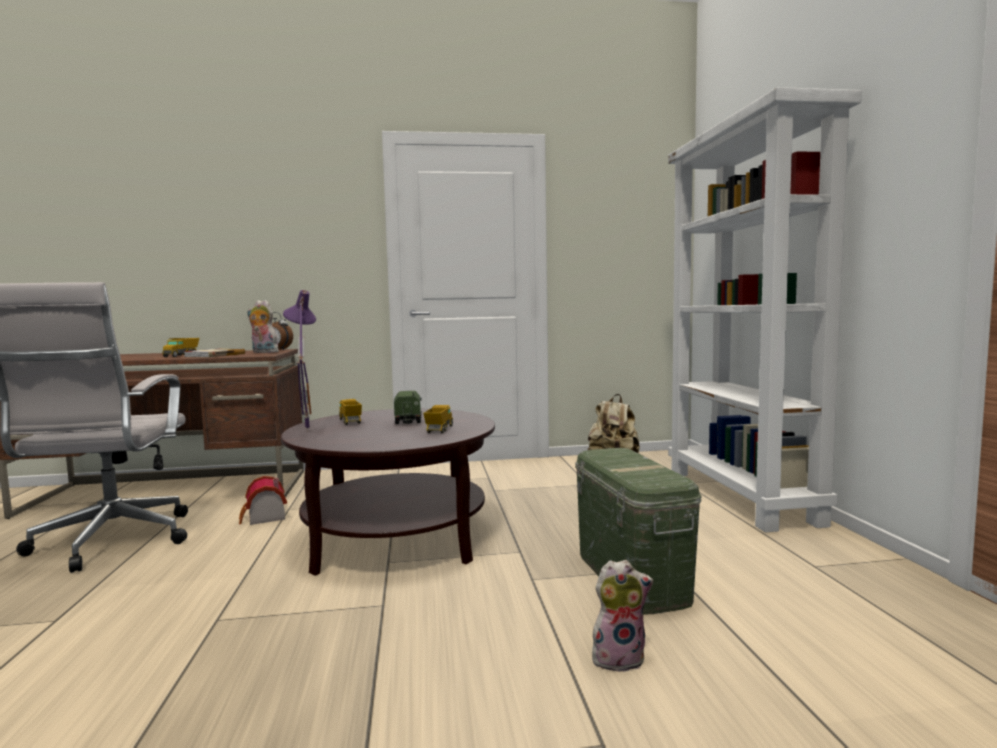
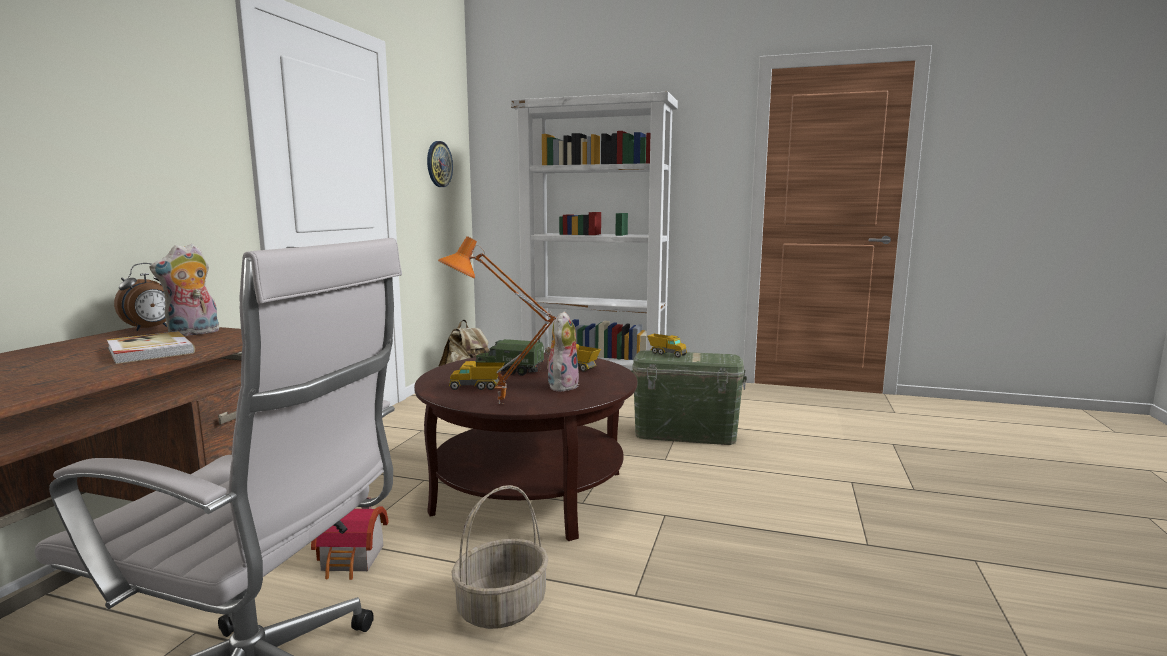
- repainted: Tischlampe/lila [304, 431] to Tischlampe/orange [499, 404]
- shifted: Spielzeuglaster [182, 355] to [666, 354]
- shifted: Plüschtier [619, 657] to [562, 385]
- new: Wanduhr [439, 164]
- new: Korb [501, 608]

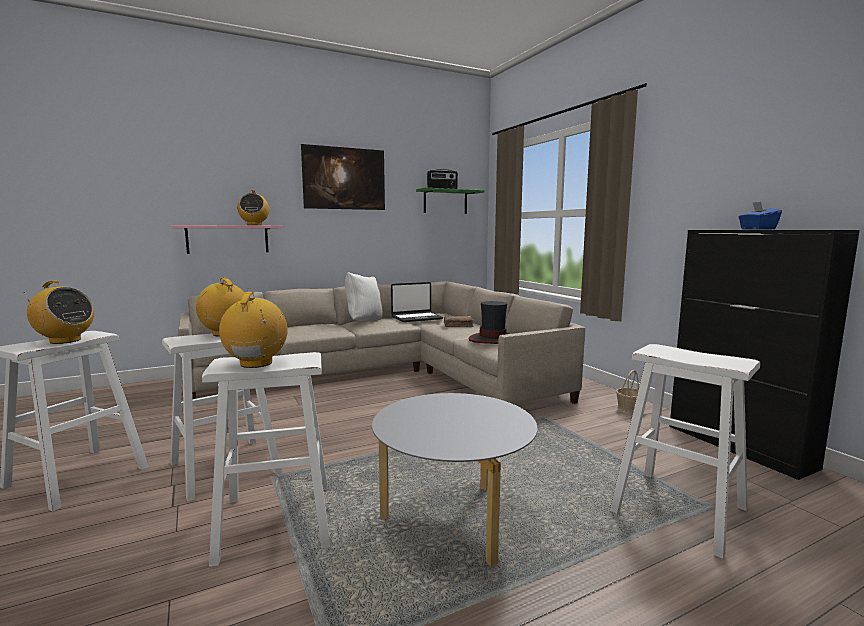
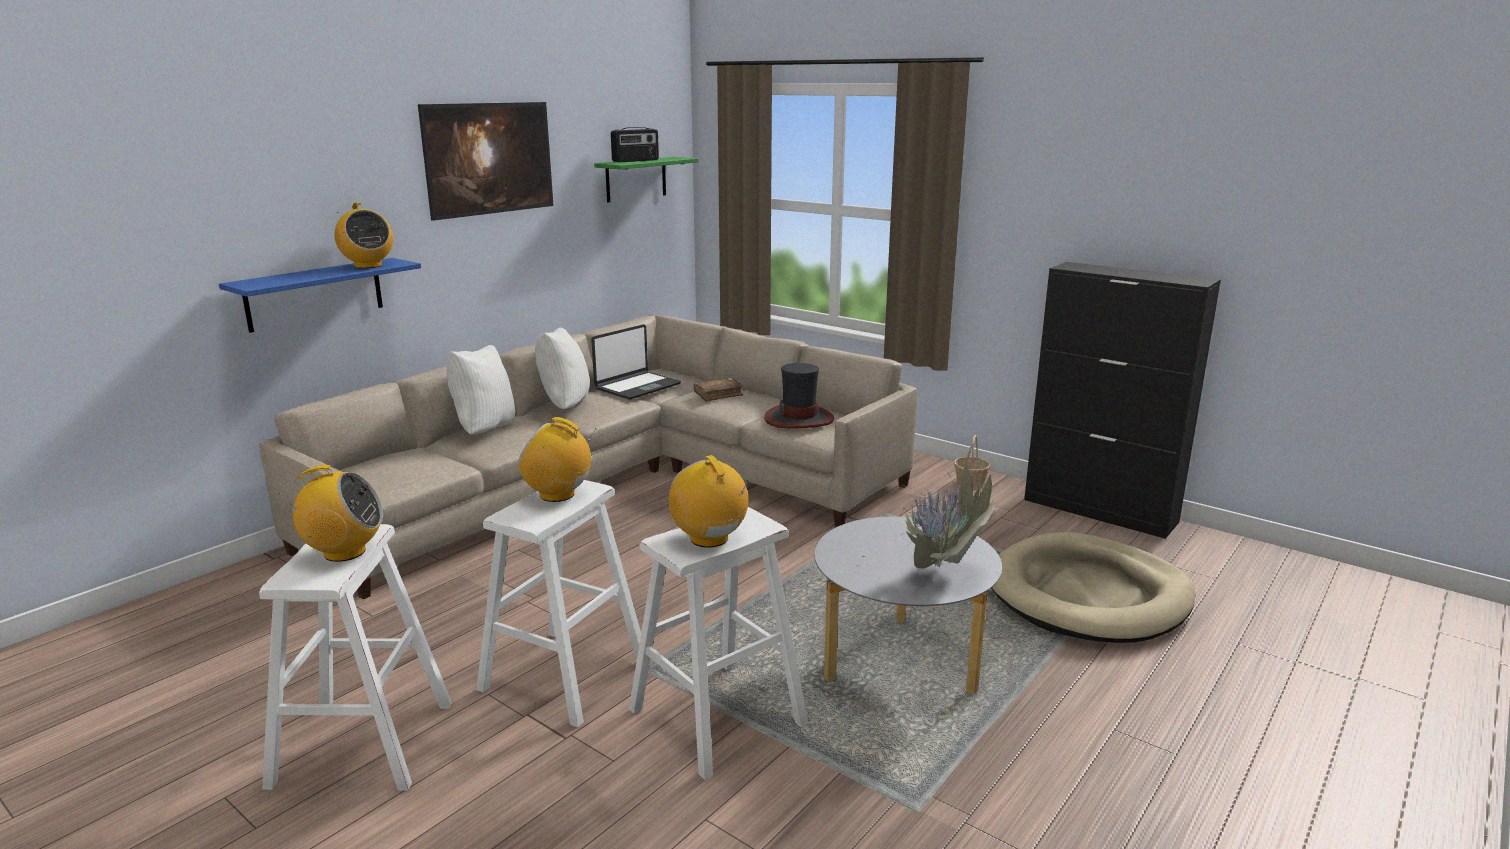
- gone: Taschentuchbox/blau [757, 229]
- repainted: Wandregal/rosa [228, 239] to Wandregal/blau [315, 294]
- swapped: Hocker/weiß [679, 510] to Hundebett/beige [1088, 595]
- new: Kissen/weiß [484, 429]
- new: Topfpflanze [940, 574]

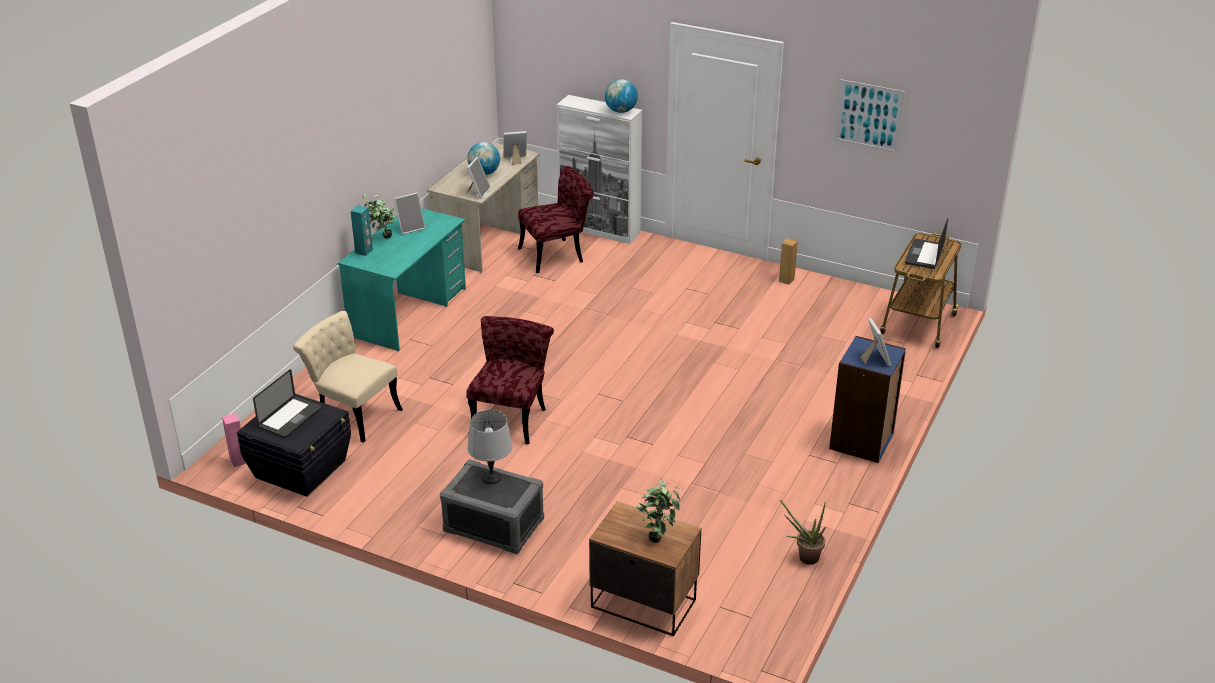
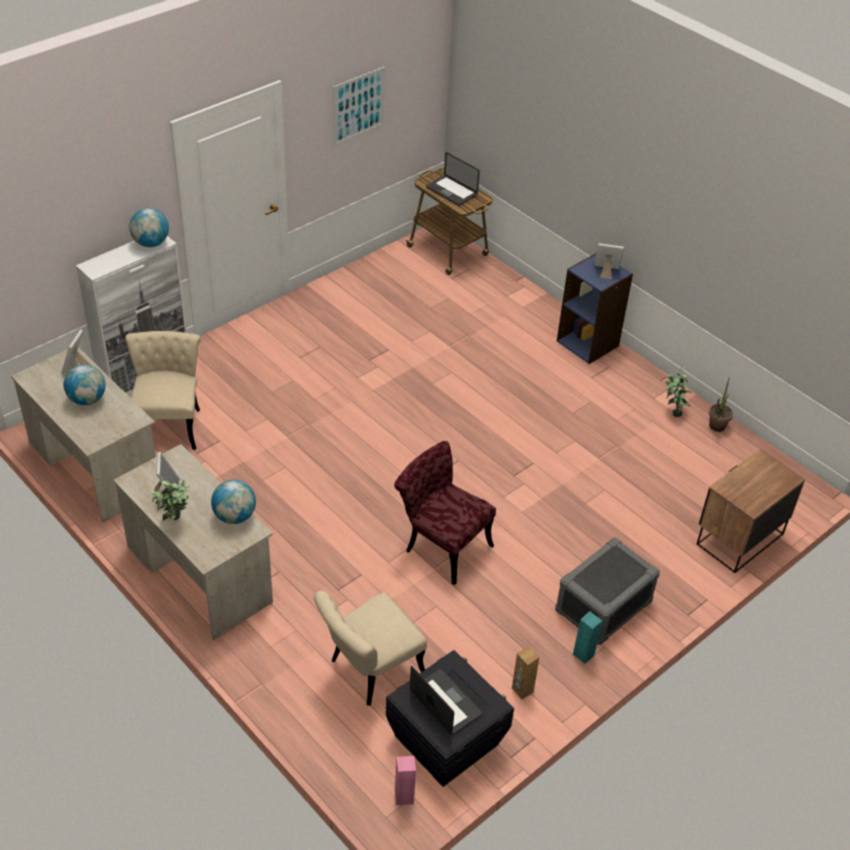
- gone: Bilderrahmen [478, 192]
- repainted: Stuhl/rot [557, 254] to Stuhl/beige [169, 423]
- shifted: Lautsprecher/türkis [364, 251] to [583, 654]
- repainted: Schreibtisch/türkis [408, 312] to Schreibtisch/beige [199, 574]
- shifted: Lautsprecher/braun [786, 280] to [522, 690]
- gone: Tischlampe/grau [491, 477]
- shifted: Topfpflanze [658, 535] to [672, 411]
- new: Globus [235, 516]

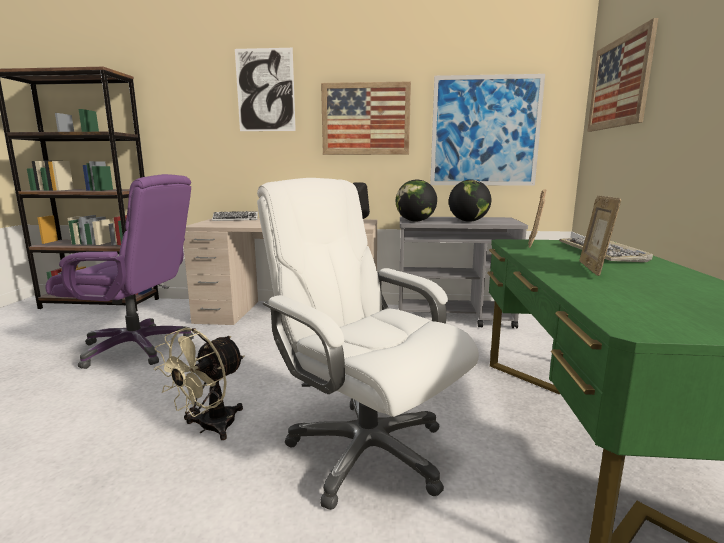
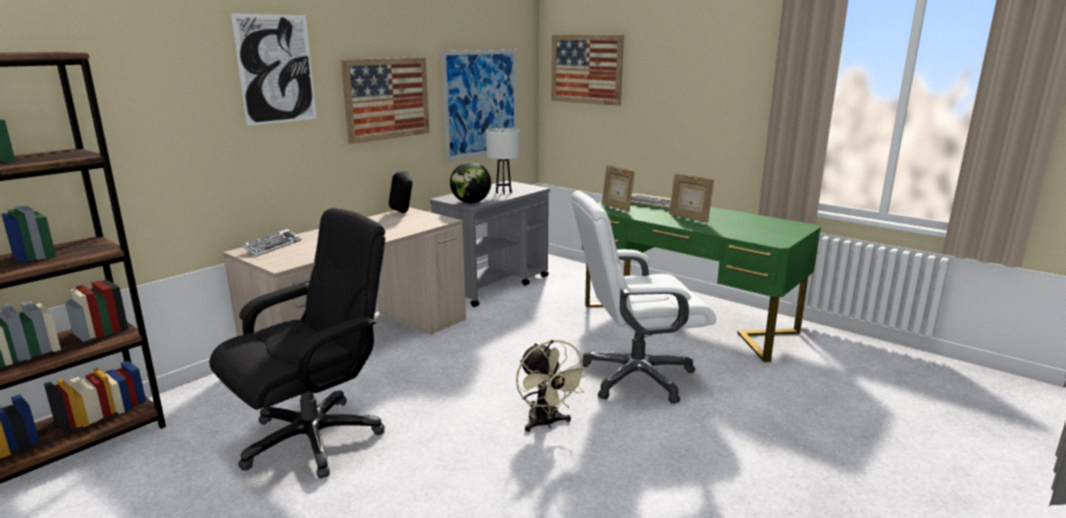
- repainted: Bürostuhl/lila [137, 347] to Bürostuhl/schwarz [314, 438]
- swapped: Globus [468, 221] to Tischlampe/weiß [503, 193]

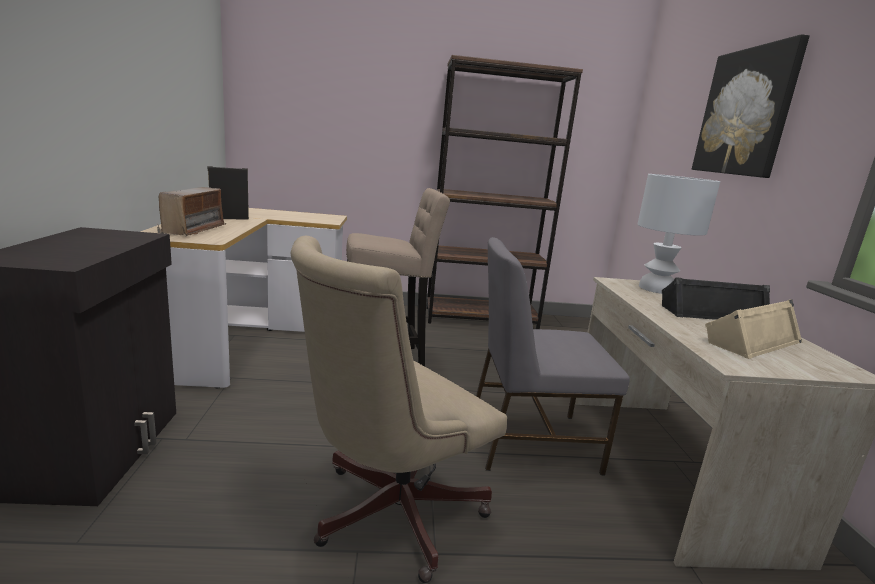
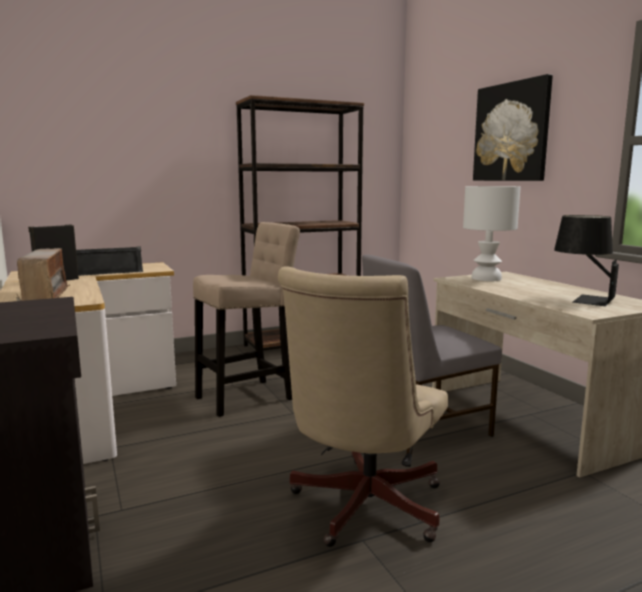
- shifted: Lautsprecher/schwarz [712, 313] to [107, 271]
- swapped: Lautsprecher/beige [750, 340] to Tischlampe/schwarz [581, 299]

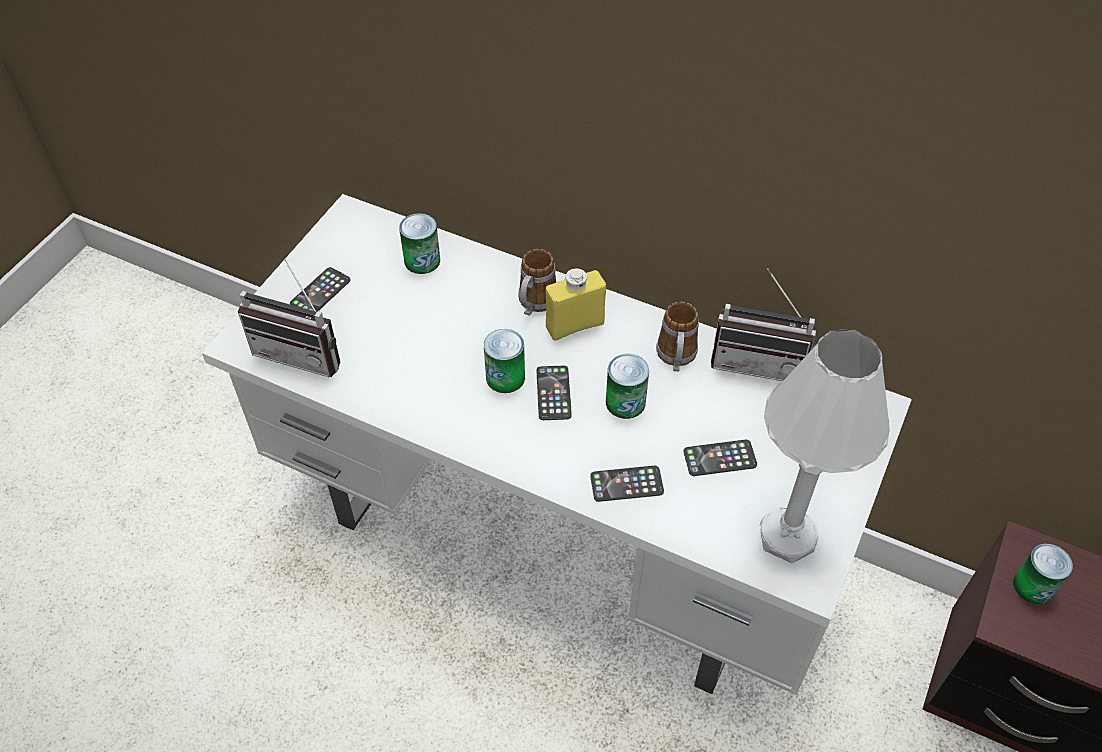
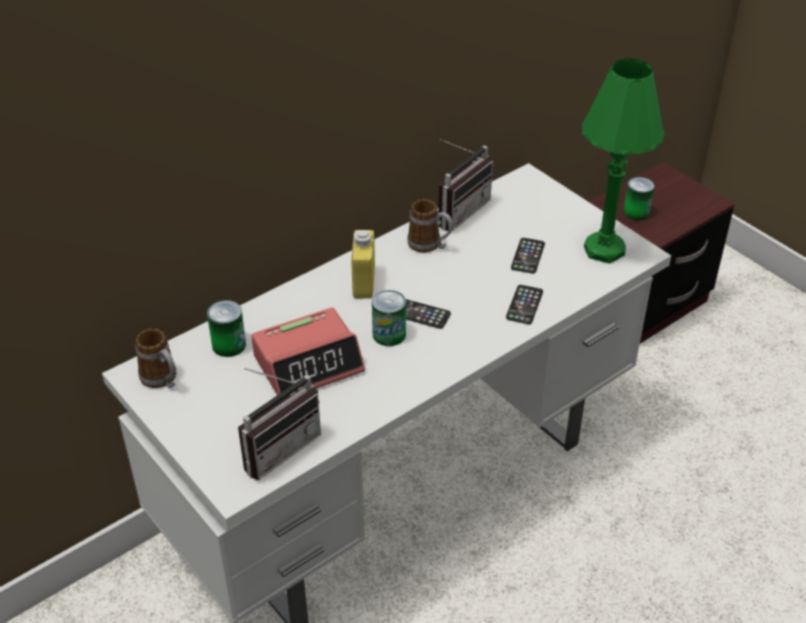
- shifted: Henkelbecher [534, 304] to [162, 380]
- gone: Handy [320, 292]
- repainted: Tischlampe/weiß [787, 536] to Tischlampe/grün [604, 250]
- gone: Dose [625, 402]
- new: Wecker [309, 363]

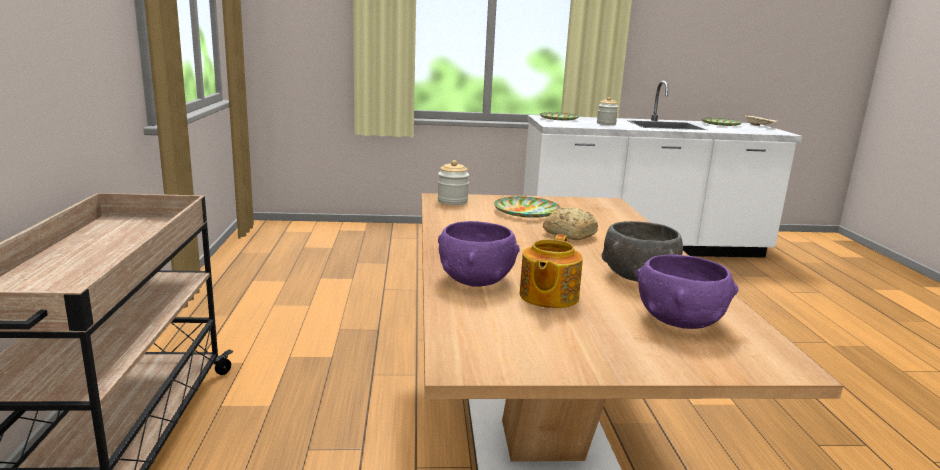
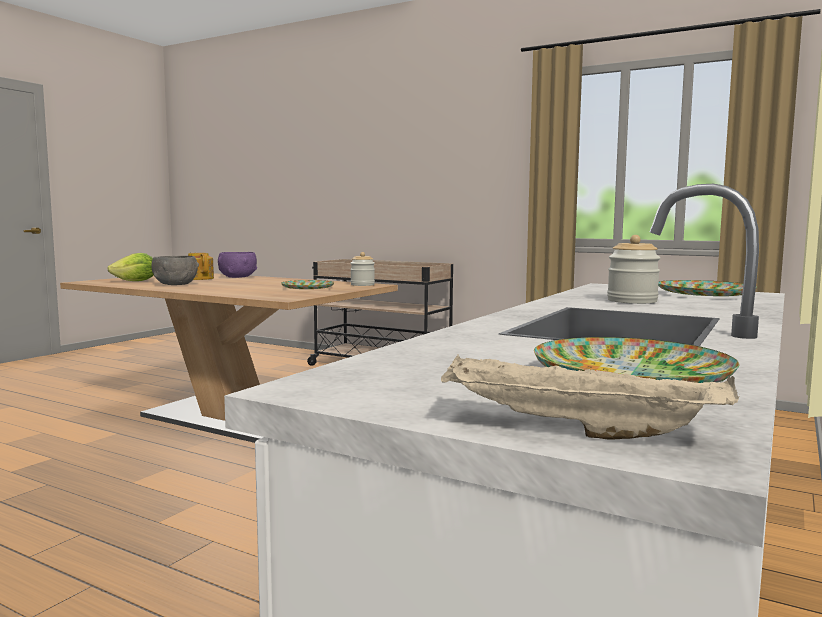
- gone: Brot [569, 234]
- swapped: Schüssel/lila [679, 320] to Salatkopf [136, 281]

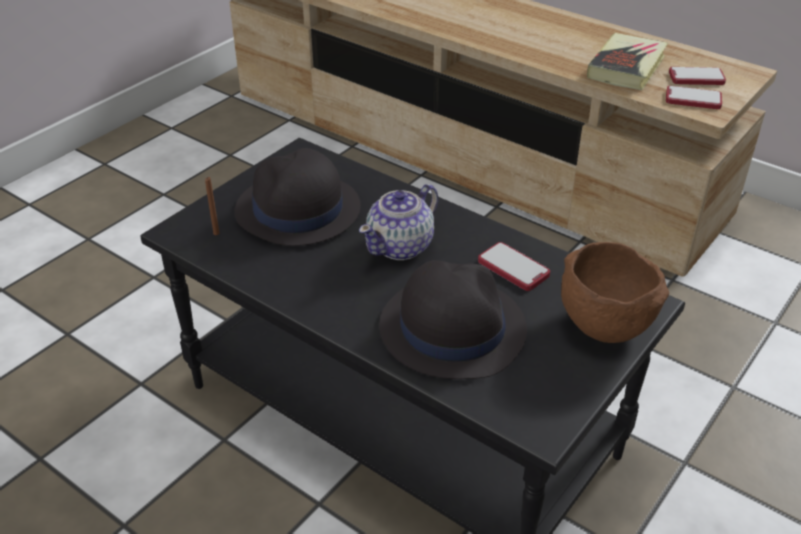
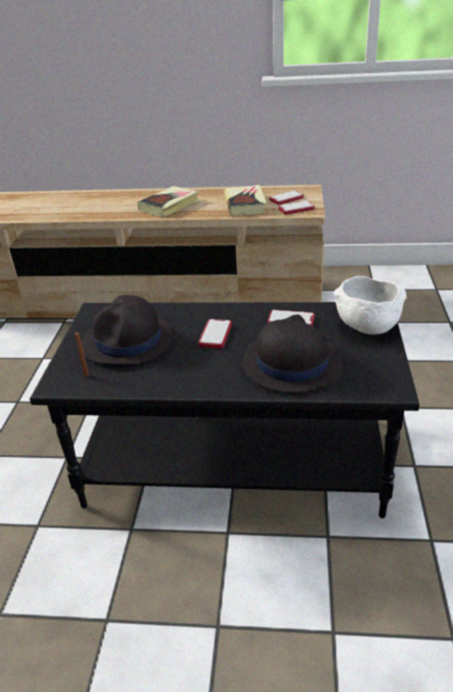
- swapped: Teekanne [401, 246] to Handy [215, 335]
- repainted: Schüssel/braun [602, 324] to Schüssel/weiß [366, 328]
- new: Buch [169, 205]

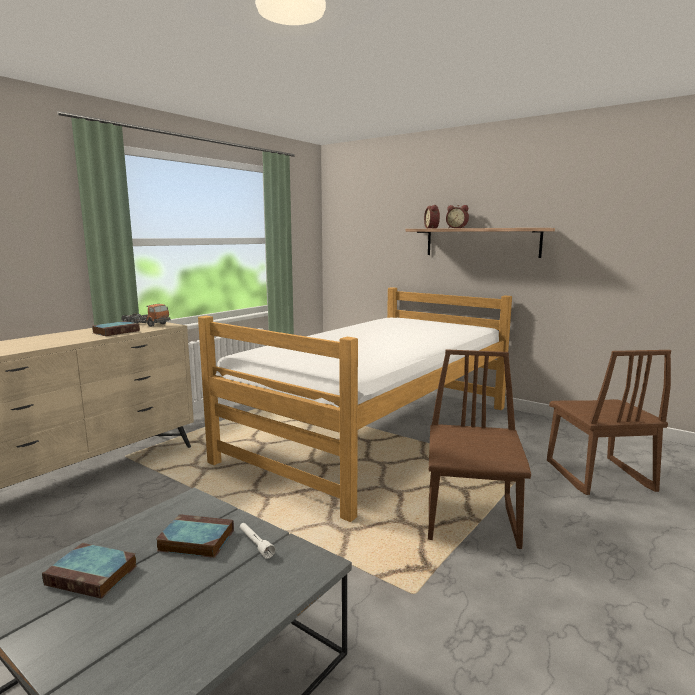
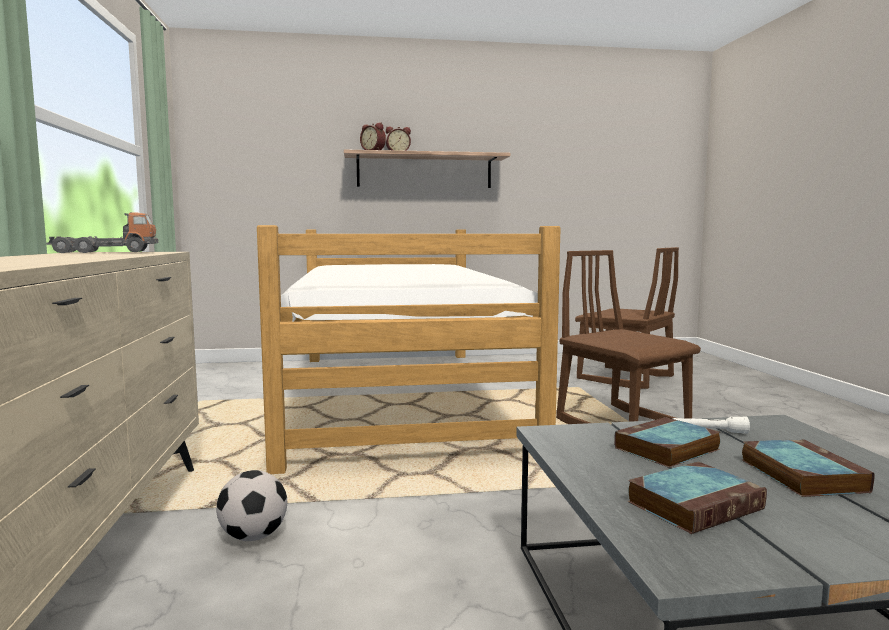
- shifted: Buch [116, 332] to [799, 474]
- new: Fußball [253, 537]

